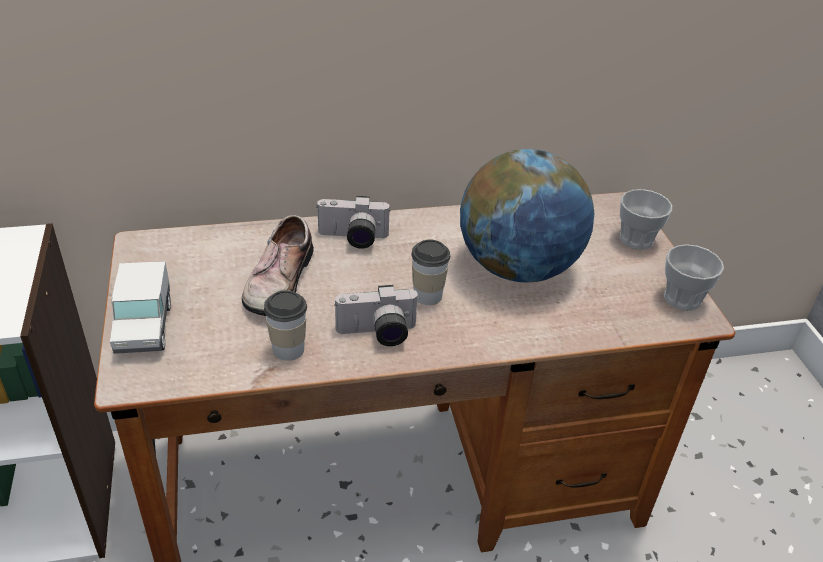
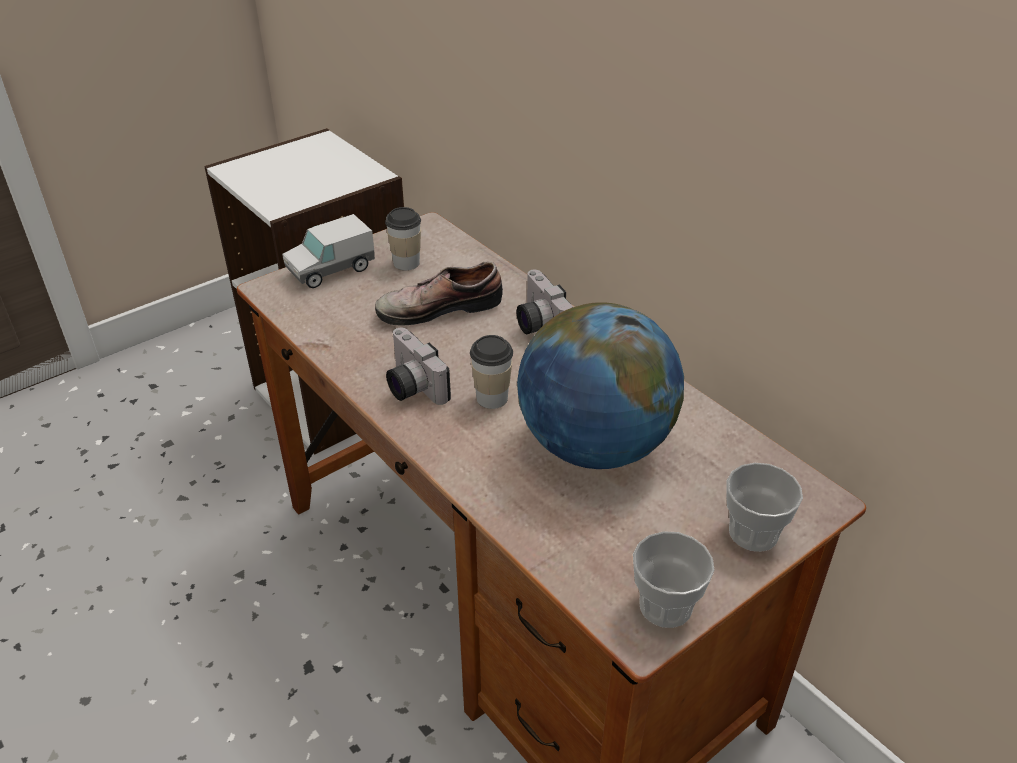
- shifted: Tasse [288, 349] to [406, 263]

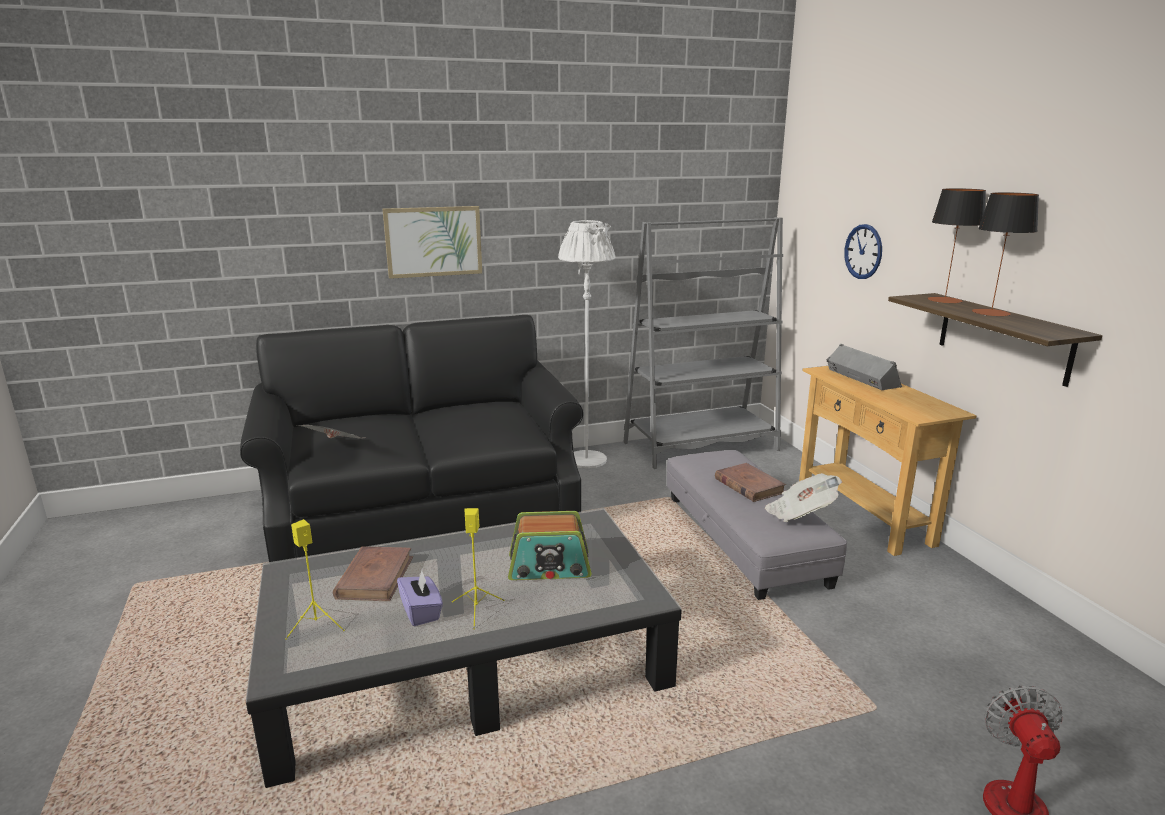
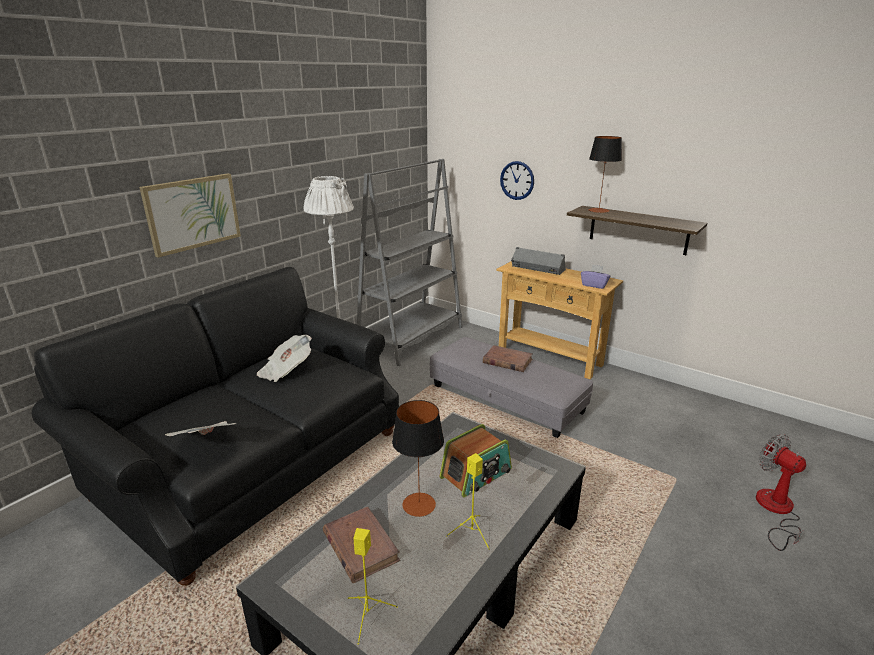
- shifted: Tischlampe [991, 312] to [419, 504]
- shifted: Zeitung [800, 513] to [286, 371]
- shifted: Taschentuchbox/lila [421, 612] to [594, 285]

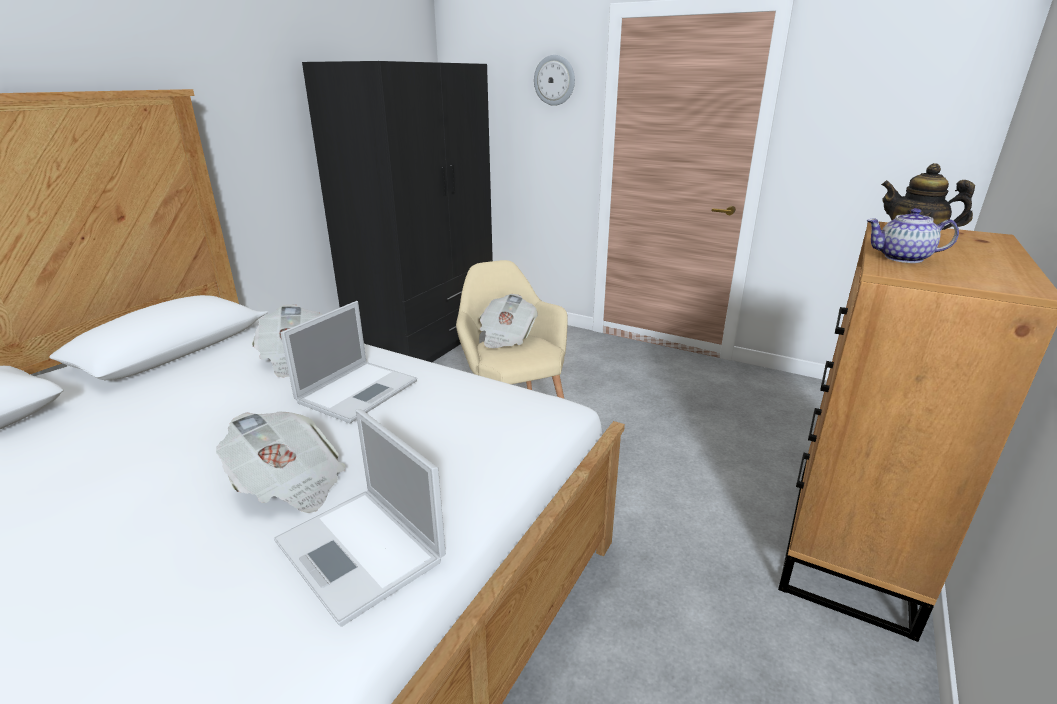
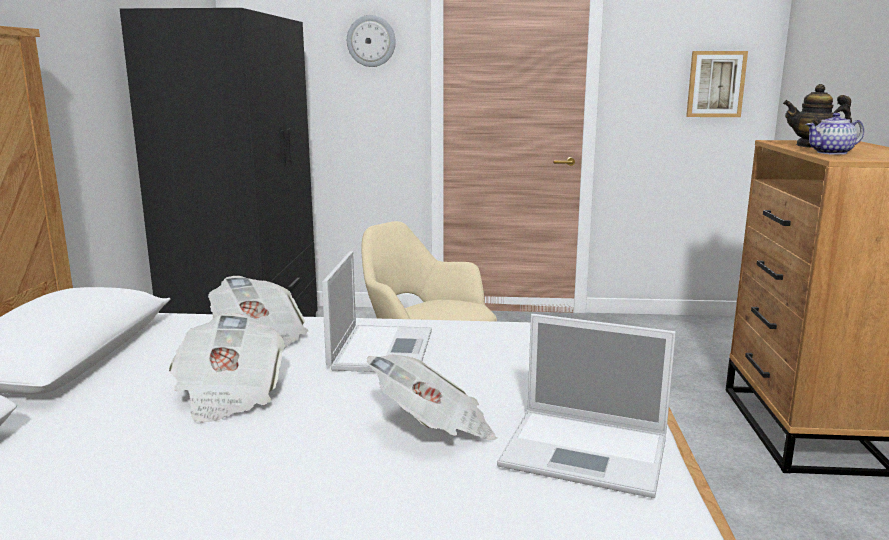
- shifted: Zeitung [506, 337] to [228, 395]
- new: Bild [715, 84]

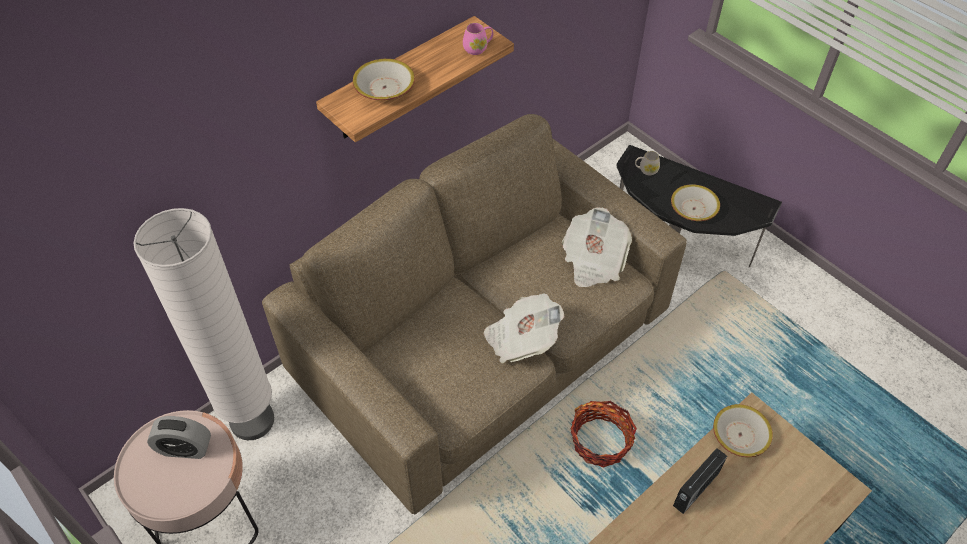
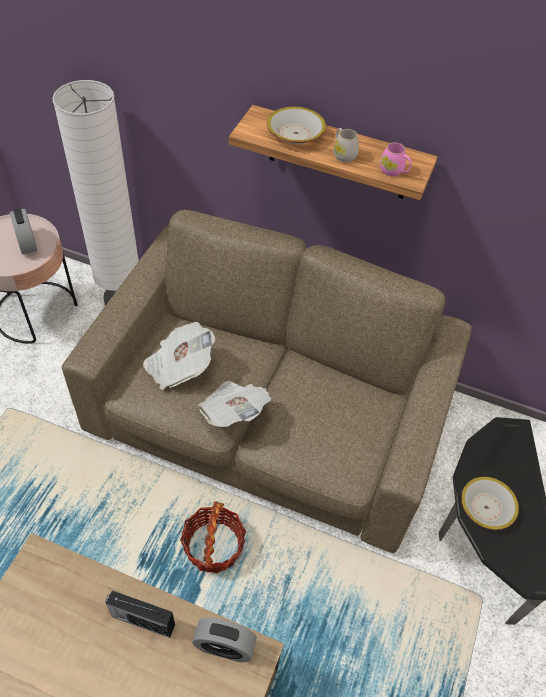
- shifted: Henkelbecher/weiß [646, 170] to [343, 154]
- shifted: Zeitung [593, 261] to [179, 366]
- swapped: Schüssel [740, 435] to Wecker [224, 646]

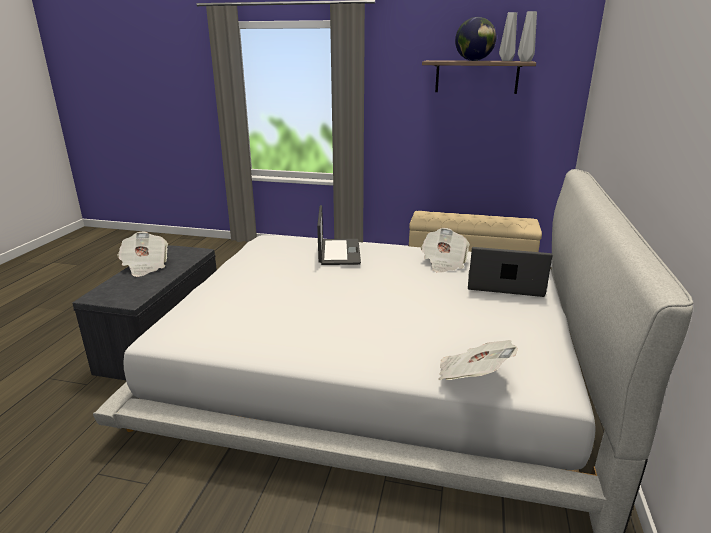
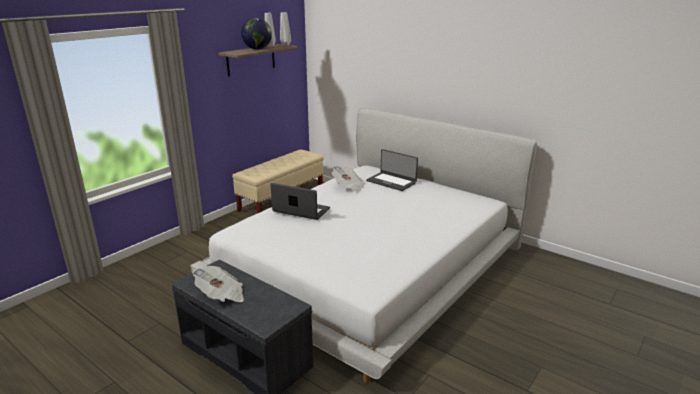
- rotated: Laptop [504, 285] = [391, 181] 90 degrees counterclockwise
- gone: Zeitung [471, 376]

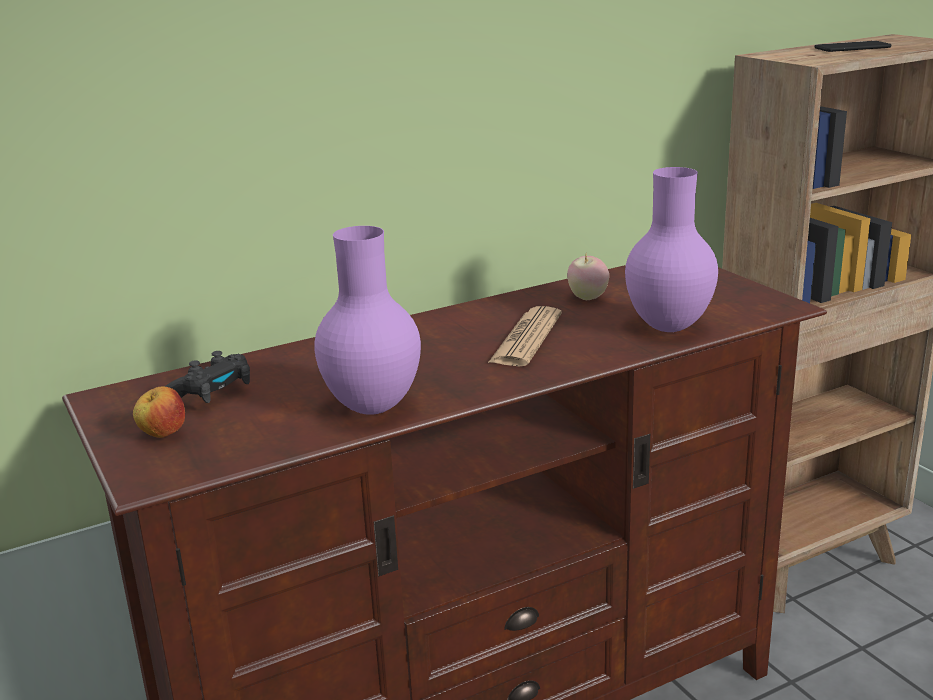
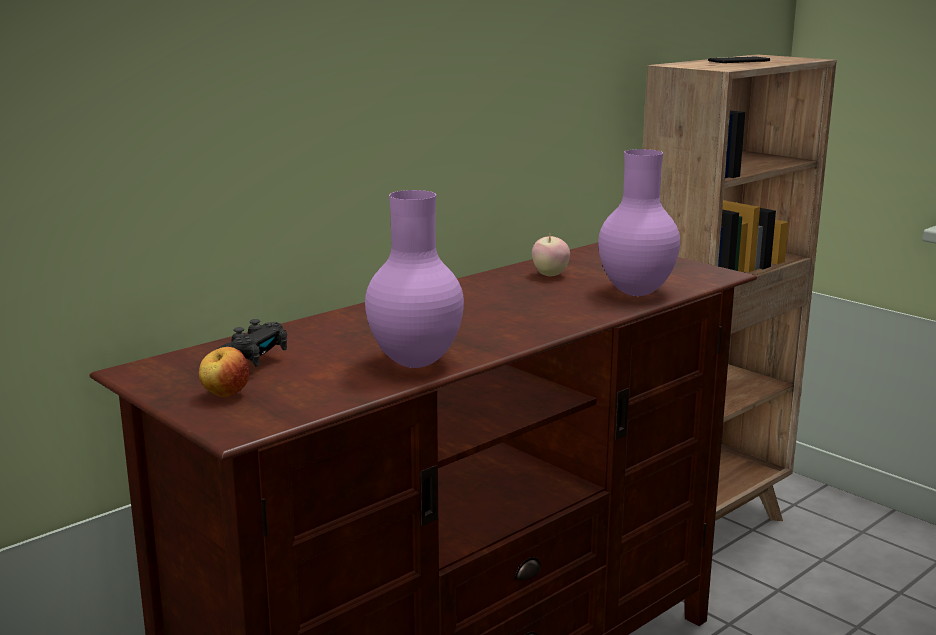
- gone: Zeitung [526, 338]

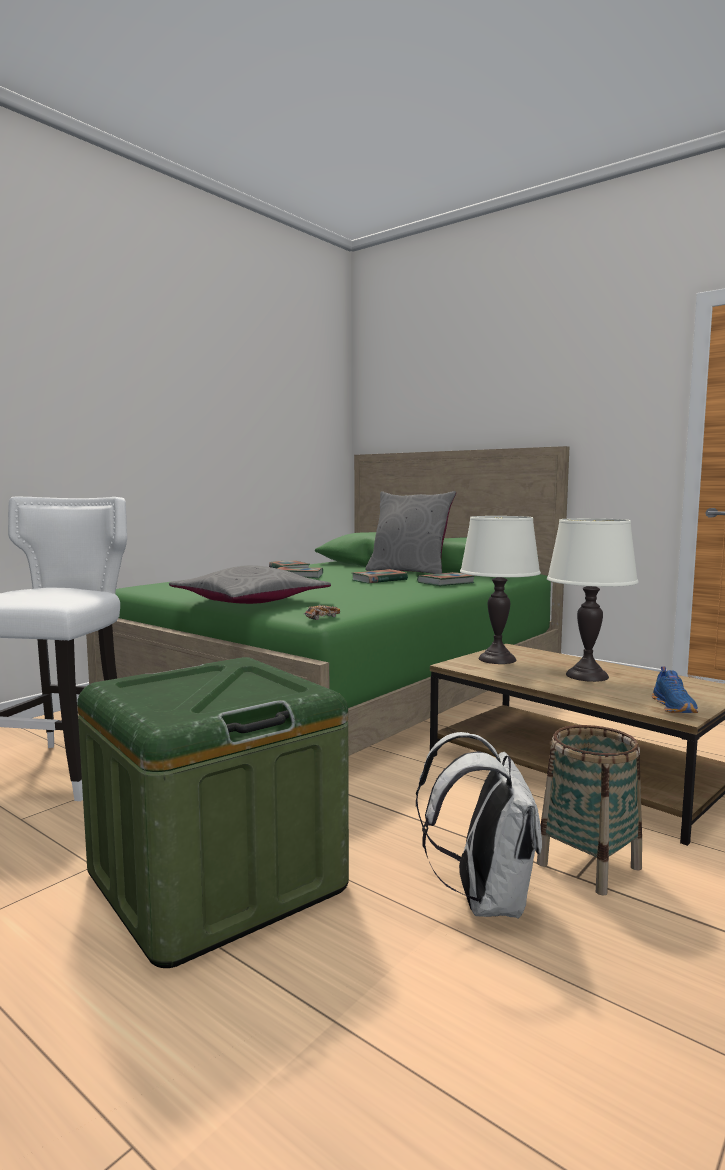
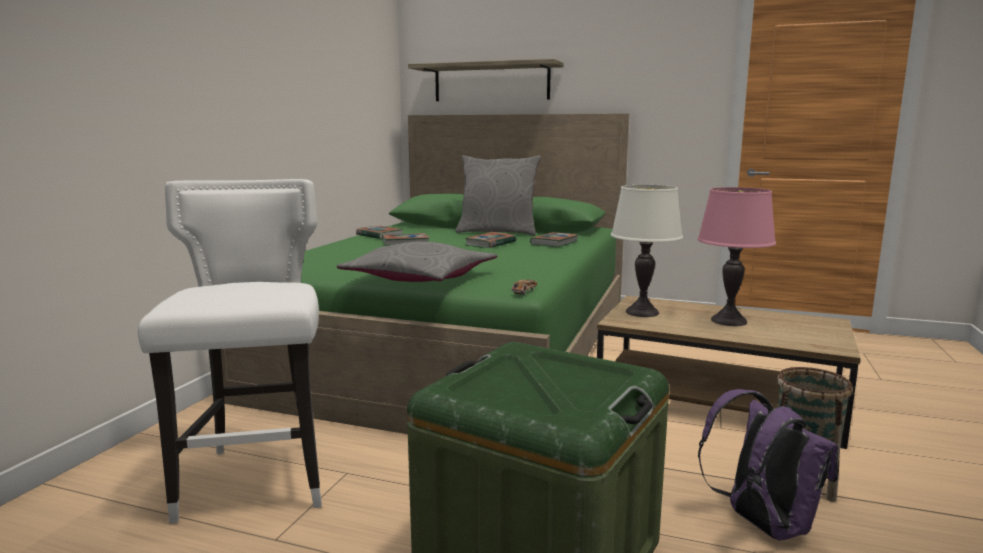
- repainted: Tischlampe/weiß [587, 676] to Tischlampe/rosa [728, 321]
- gone: Schuh/blau [675, 707]
- repainted: Rucksack/weiß [484, 899] to Rucksack/lila [761, 524]
- new: Wandregal [491, 82]

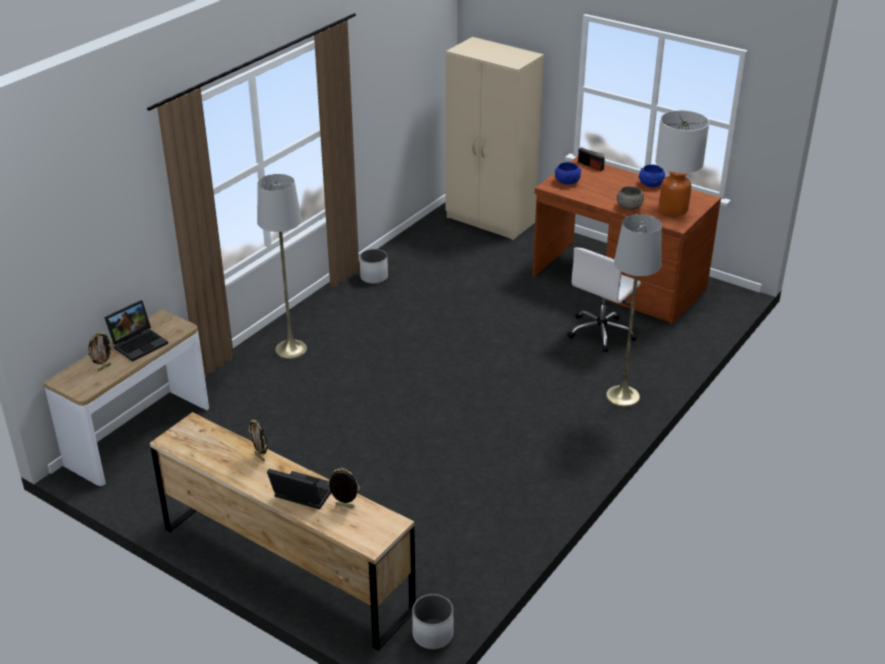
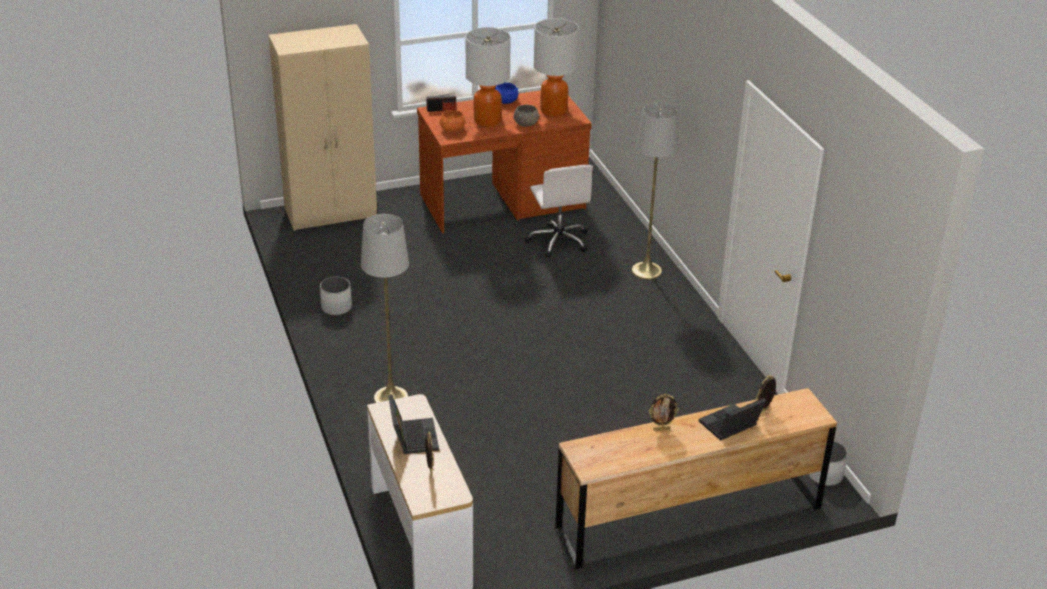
- repainted: Schüssel/blau [567, 181] to Schüssel/orange [452, 129]
- new: Tischlampe [487, 121]

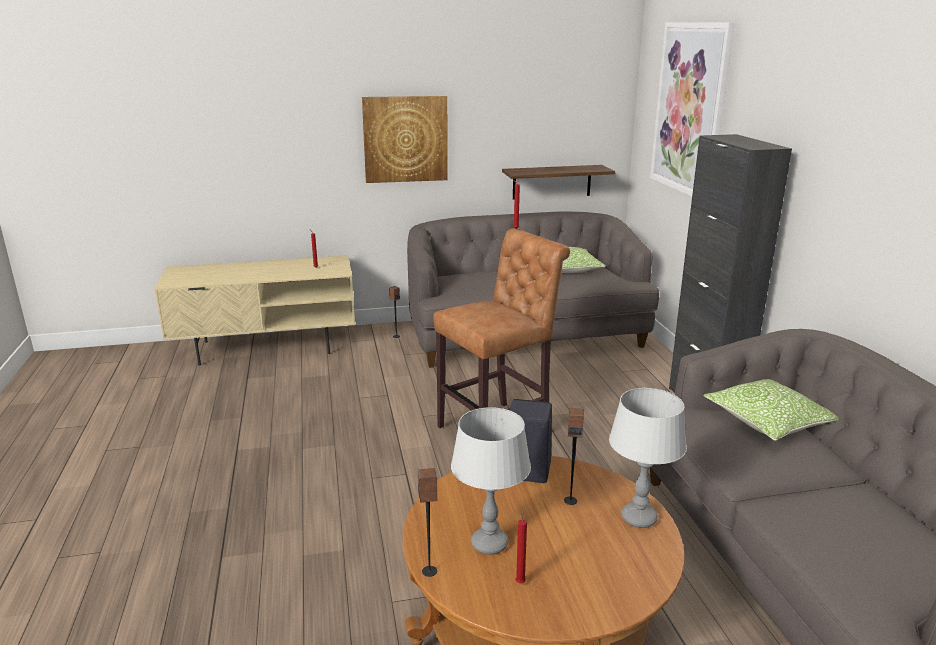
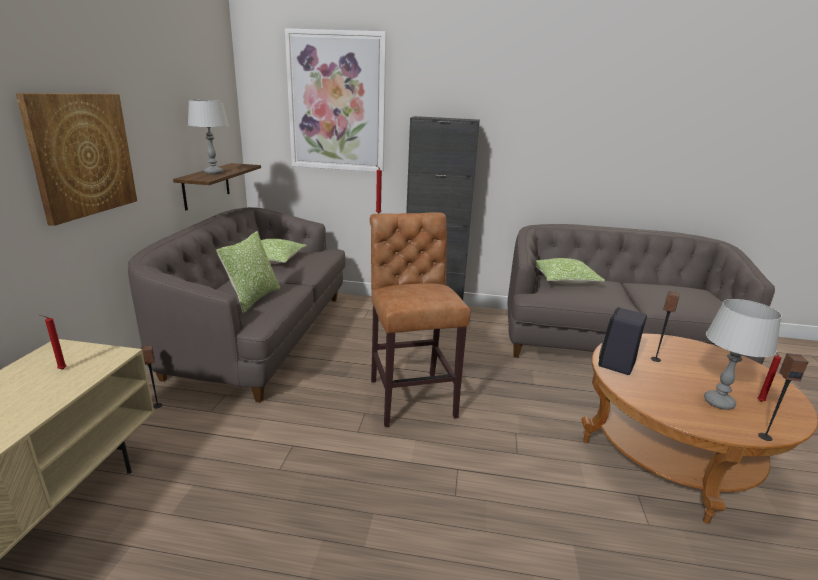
- shifted: Tischlampe/grau [639, 518] to [214, 173]
- new: Kissen [254, 298]

